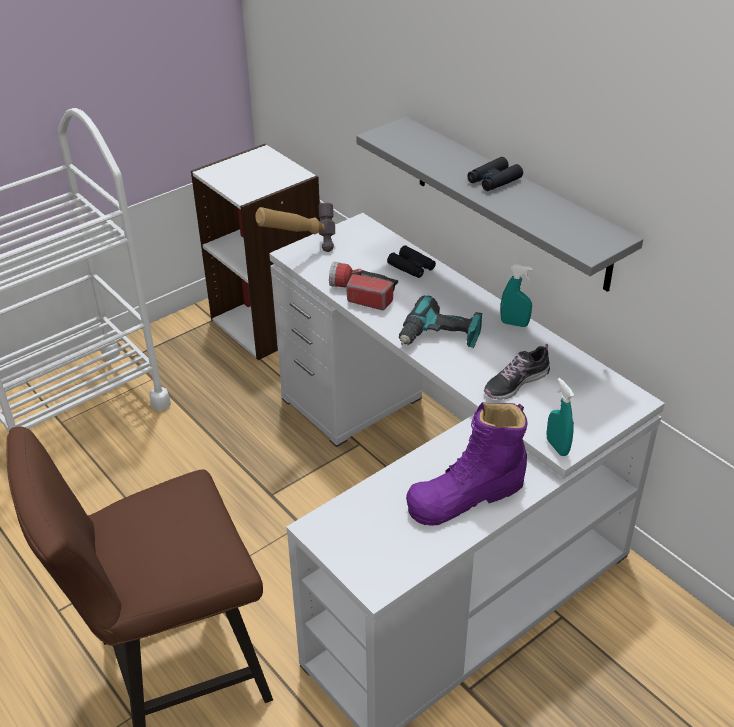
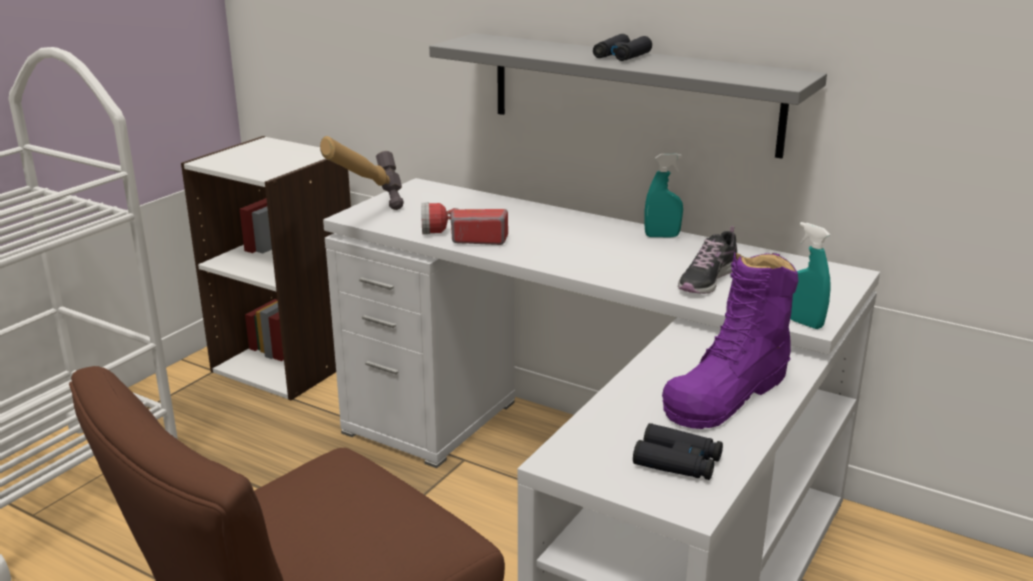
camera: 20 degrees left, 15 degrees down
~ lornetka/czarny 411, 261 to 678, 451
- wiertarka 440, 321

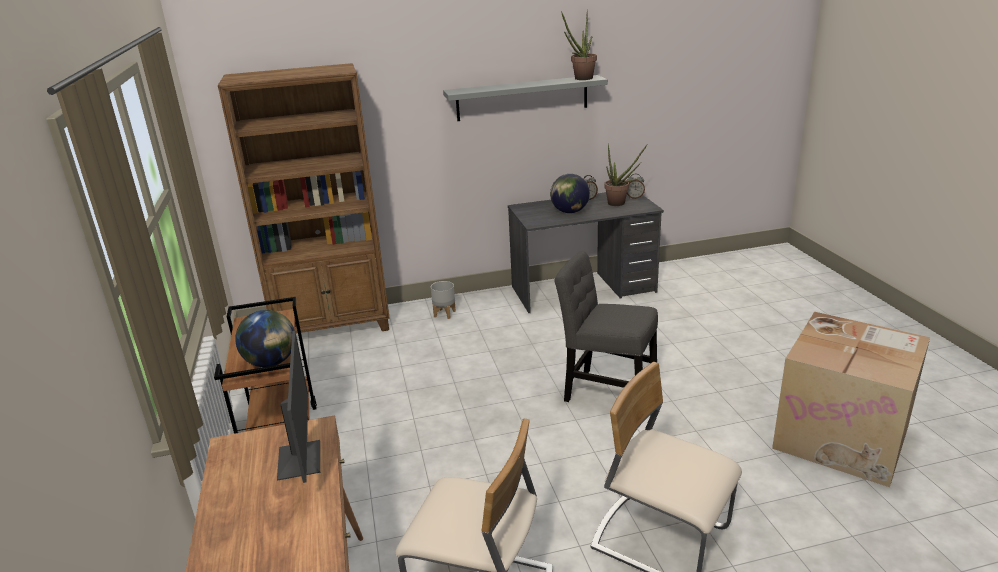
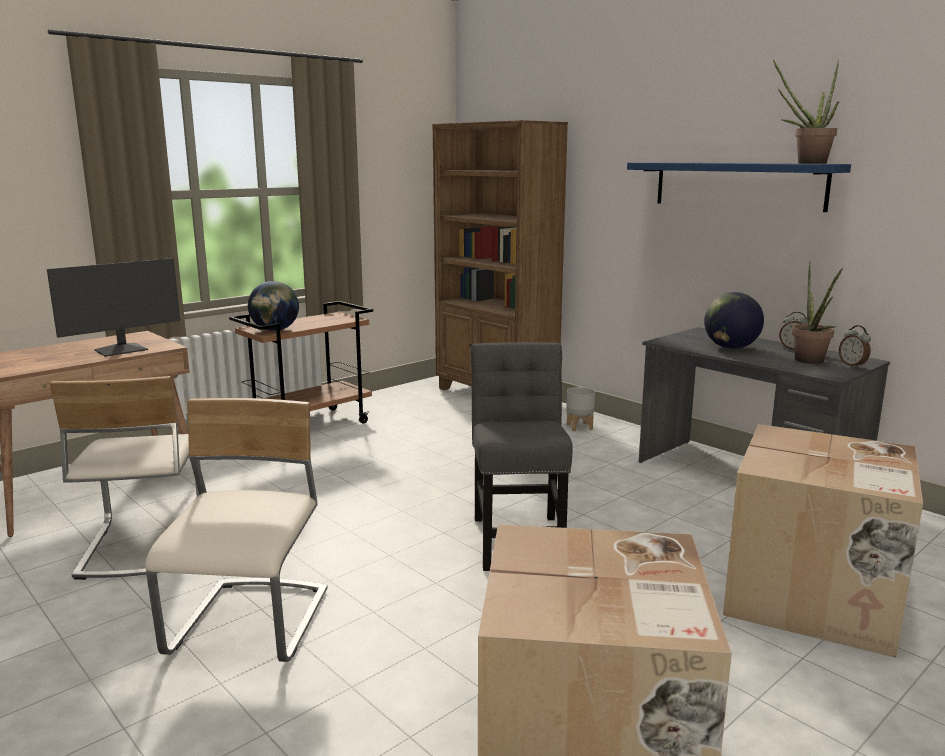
camera: 60 degrees right, 10 degrees down
~ półka/szary 525, 98 to półka/niebieski 739, 187
+ karton 823, 541

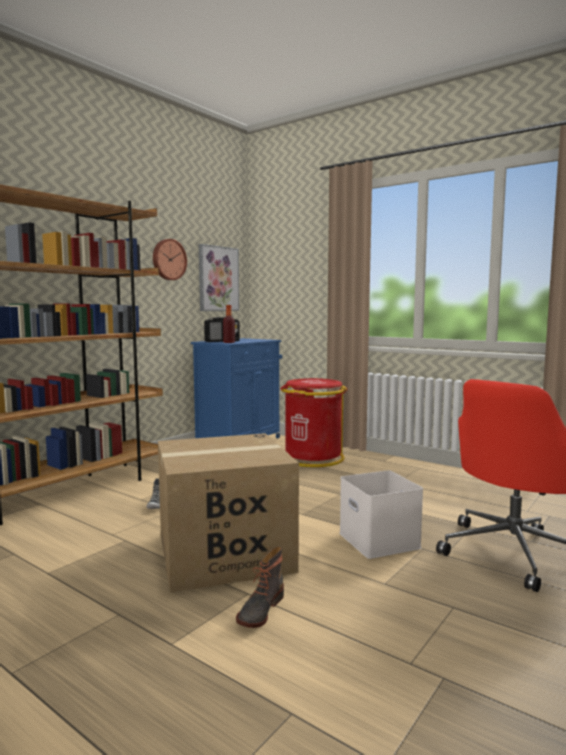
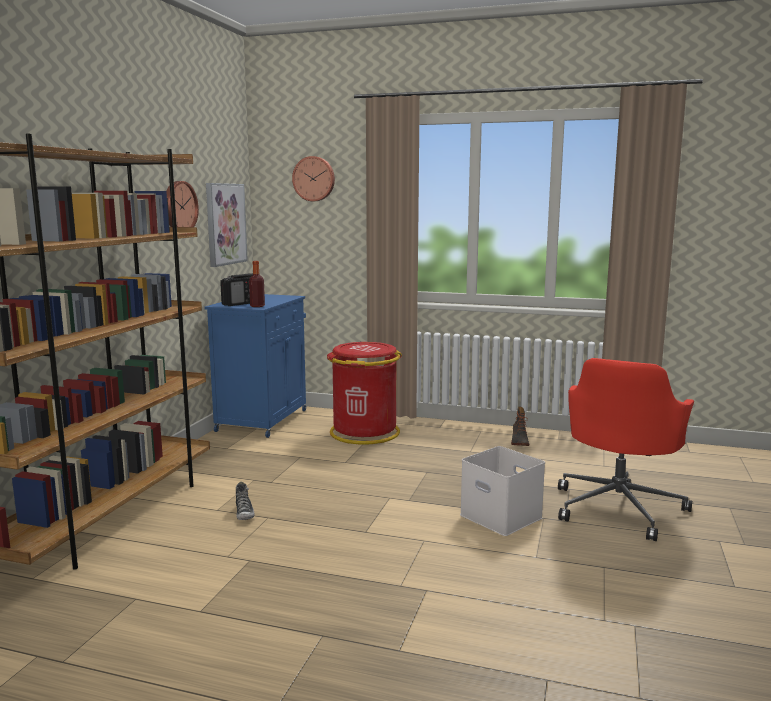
camera: 20 degrees left, 5 degrees up
+ zegar ścienny 313, 178
~ but z cholewką 260, 587 to 520, 426
- karton 228, 512

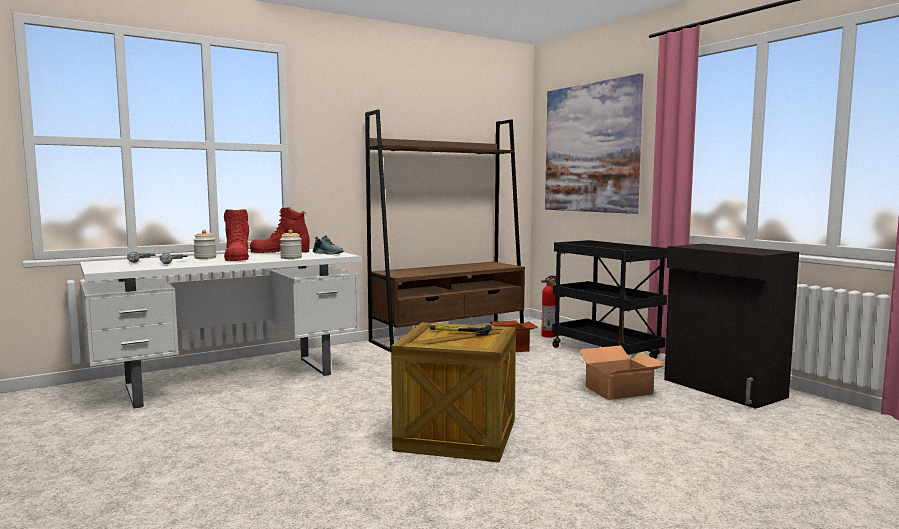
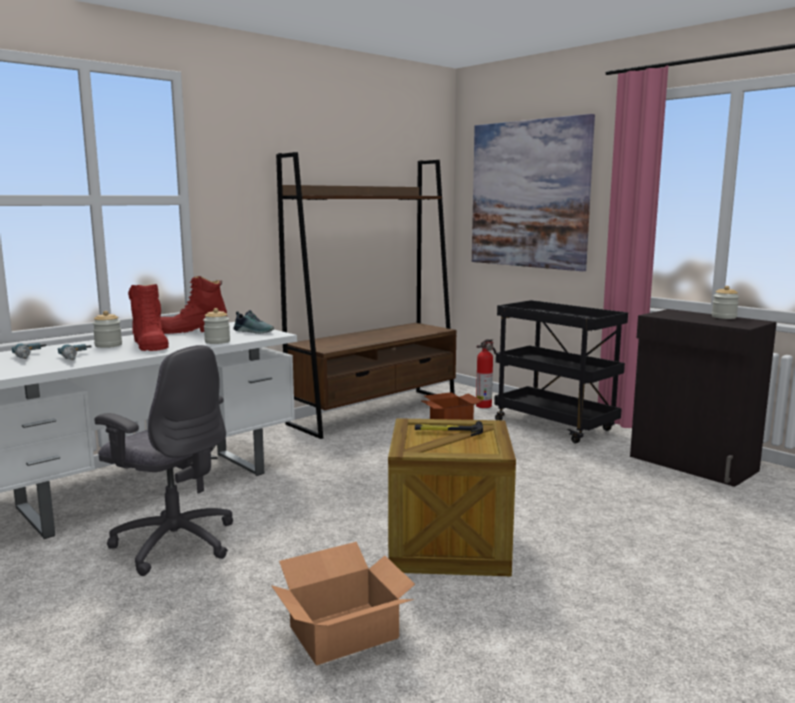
camera: 10 degrees left, 5 degrees up
+ krzesło biurowe/szary 163, 460
~ karton 622, 372 to 343, 603
+ słoik 725, 302

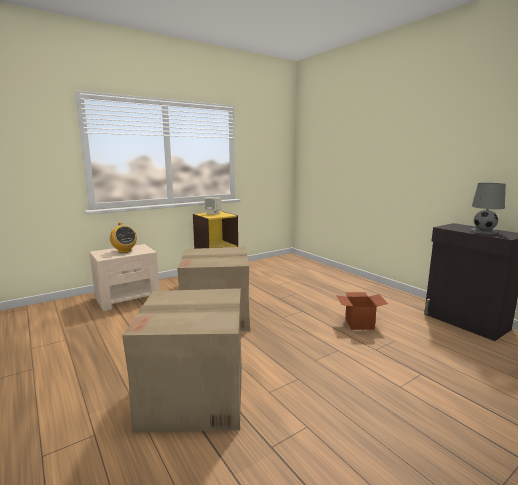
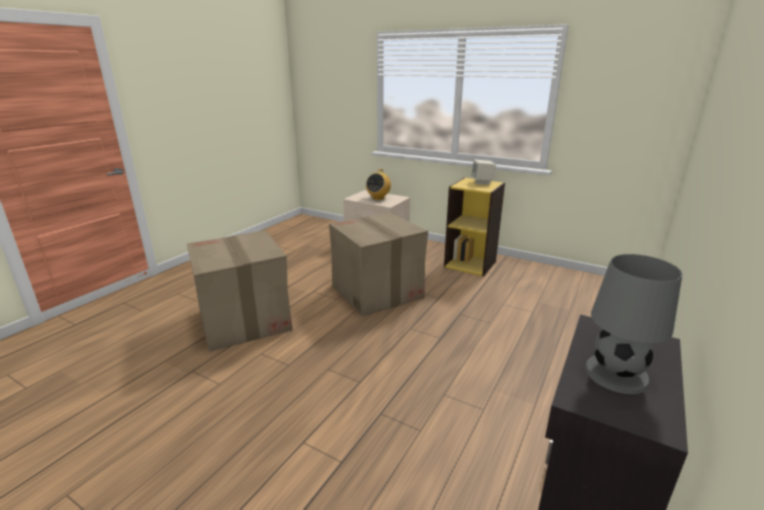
camera: 65 degrees right, 10 degrees up
- karton 362, 311

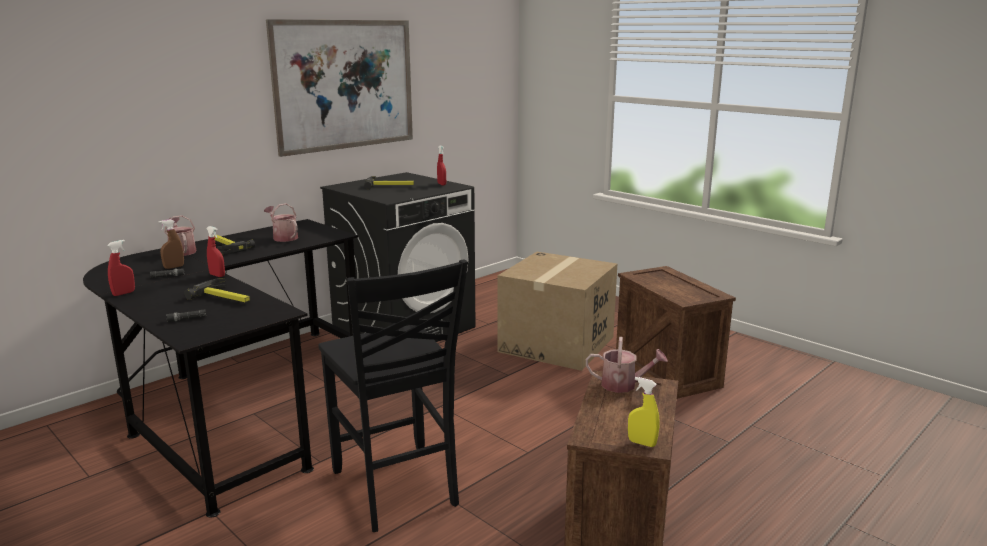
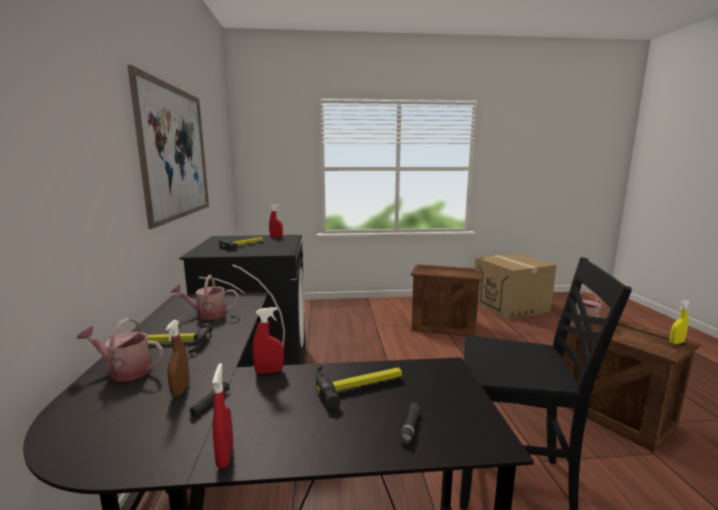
camera: 50 degrees left, 5 degrees down
~ karton 557, 311 to 516, 286

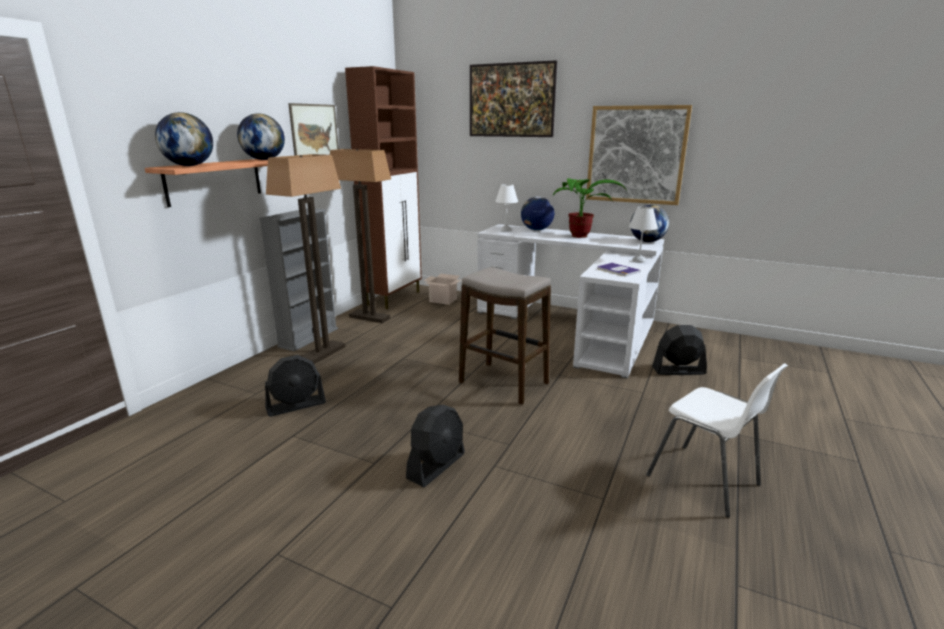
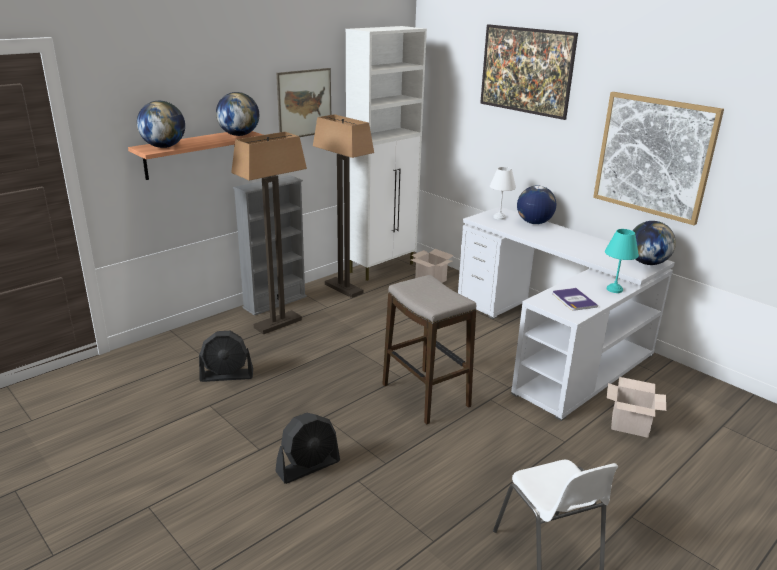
camera: 20 degrees right, 5 degrees up
~ szafka/brązowy 383, 187 to szafka/biały 386, 153
~ lampa stołowa/biały 643, 234 to lampa stołowa/turkusowy 622, 261
~ wentylator/czarny 679, 350 to karton 636, 407
- roślina doniczkowa 589, 208

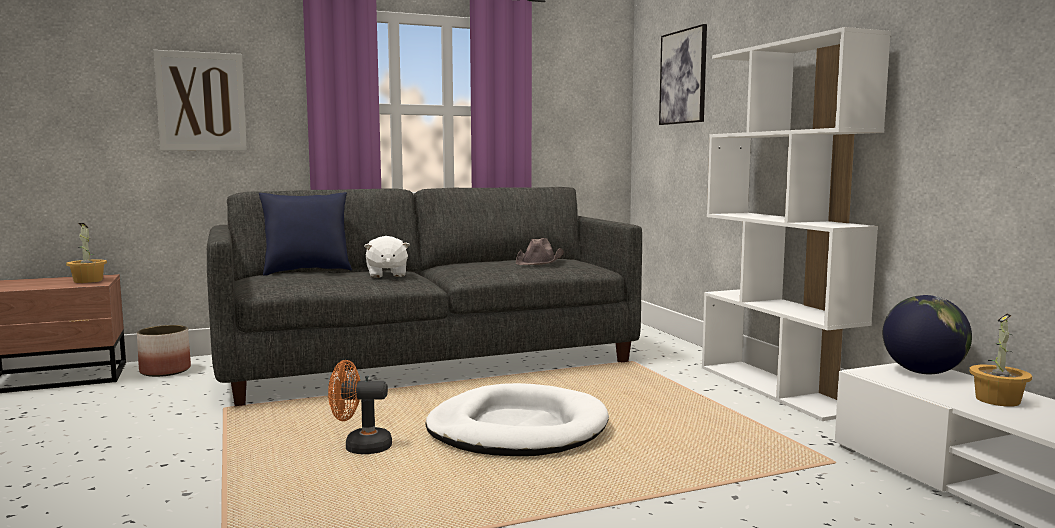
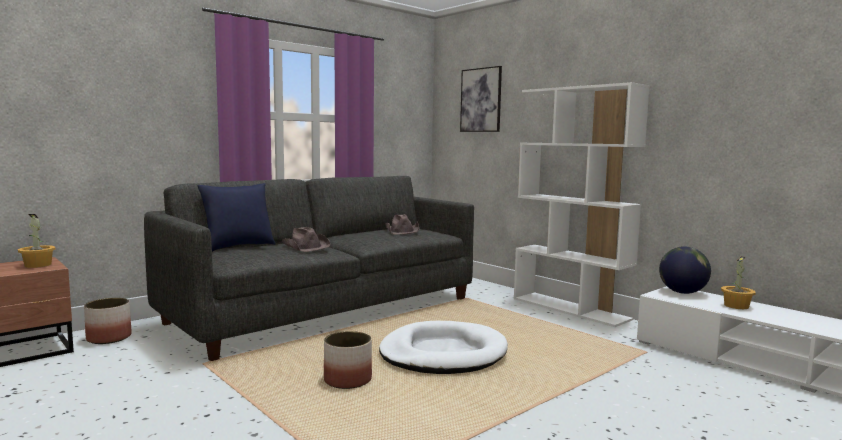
camera: 20 degrees left, 0 degrees up
~ pluszak/biały 387, 257 to kapelusz/brązowy 306, 239
~ wentylator/pomarańczowy 360, 407 to donica 348, 360
- obraz 200, 100

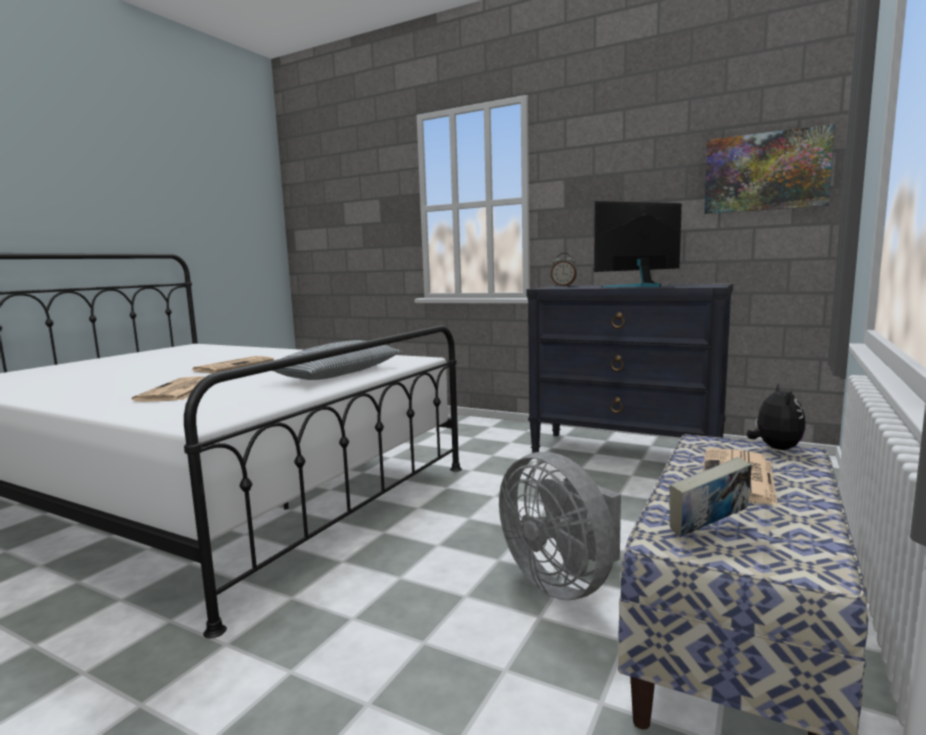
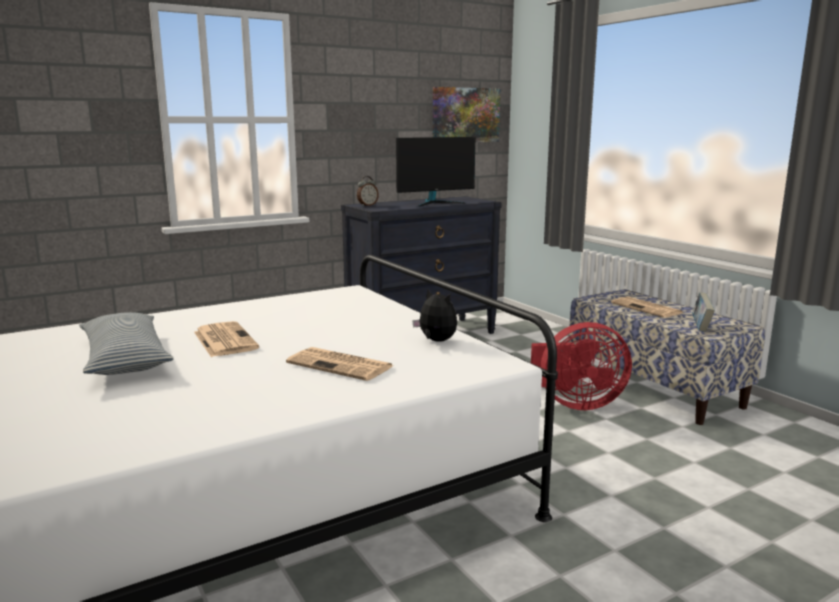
camera: 60 degrees left, 5 degrees up
~ poduszka 337, 360 to 126, 343
~ monitor 638, 244 = 435, 171 120 degrees counterclockwise
~ pluszak 776, 416 to 435, 315
~ wentylator/szary 560, 526 to wentylator/czerwony 581, 366

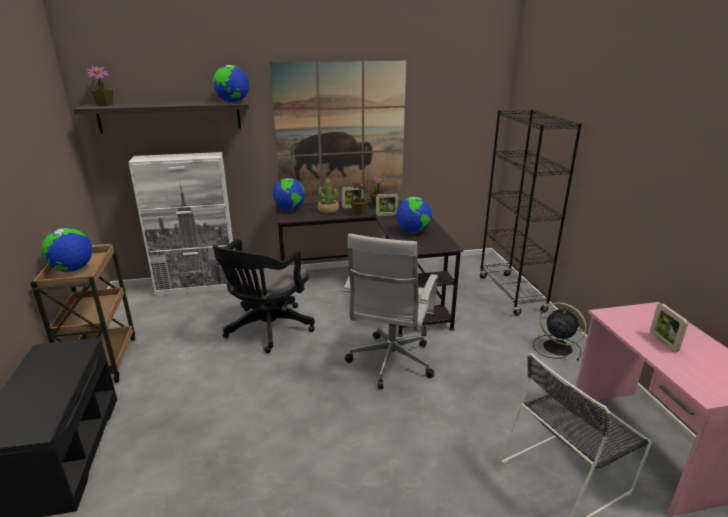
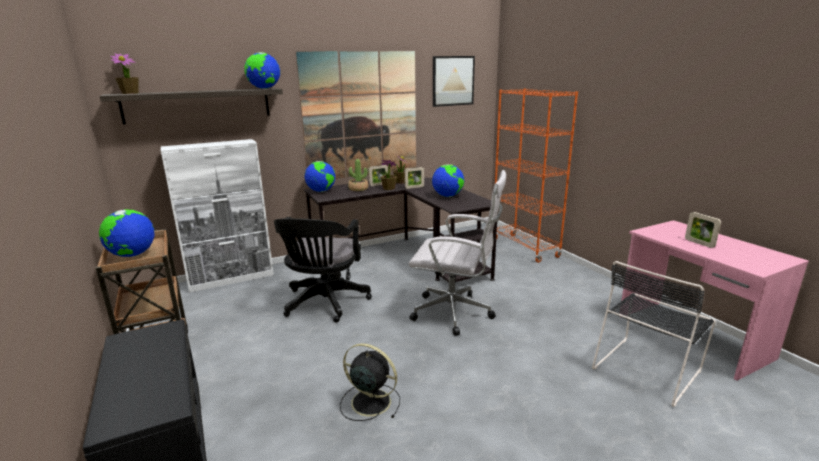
camera: 15 degrees left, 5 degrees down
~ wentylator/czarny 559, 331 to 370, 382
~ krzesło biurowe/biały 390, 311 = 457, 253 75 degrees counterclockwise
+ obraz 454, 81
~ regał/czarny 530, 212 to regał/pomarańczowy 536, 175

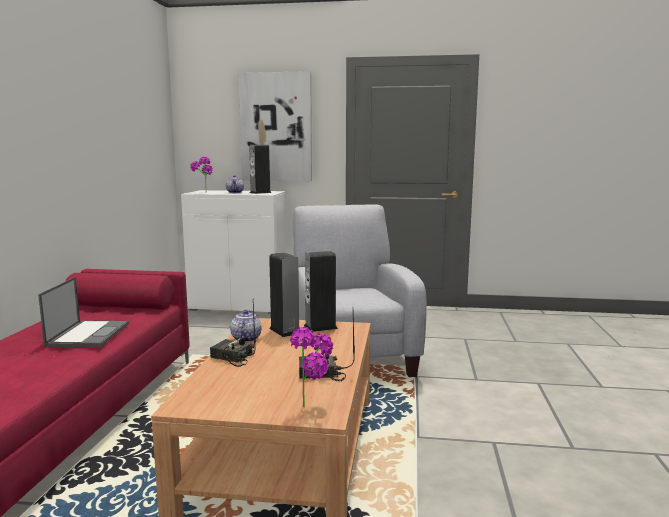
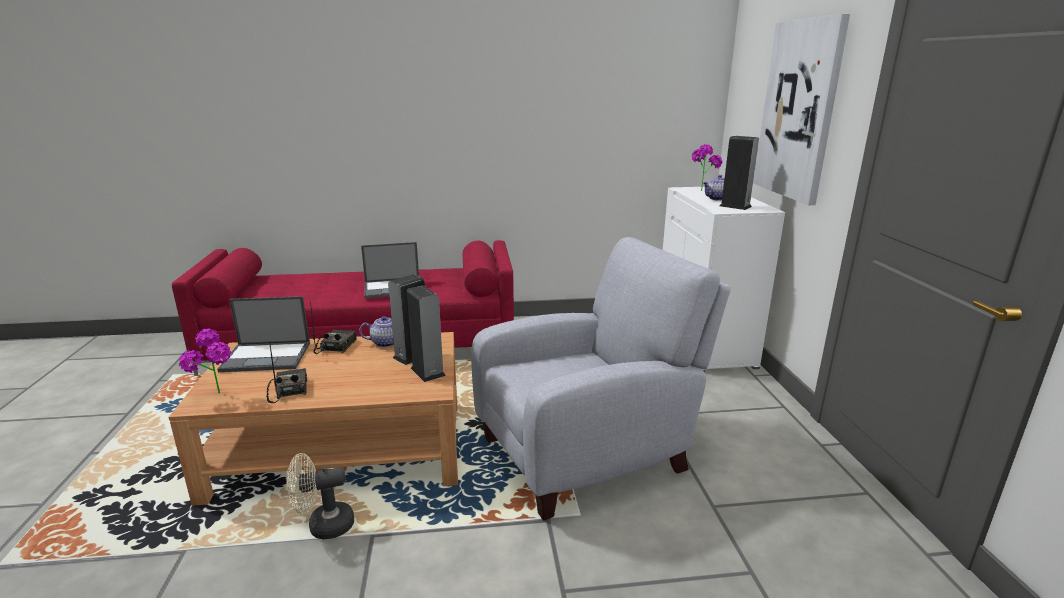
camera: 75 degrees right, 10 degrees up
+ laptop 263, 334
+ wentylator/beżowy 320, 496

